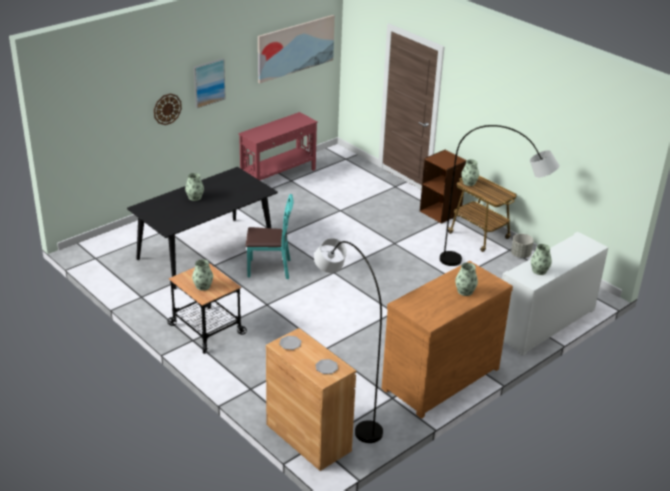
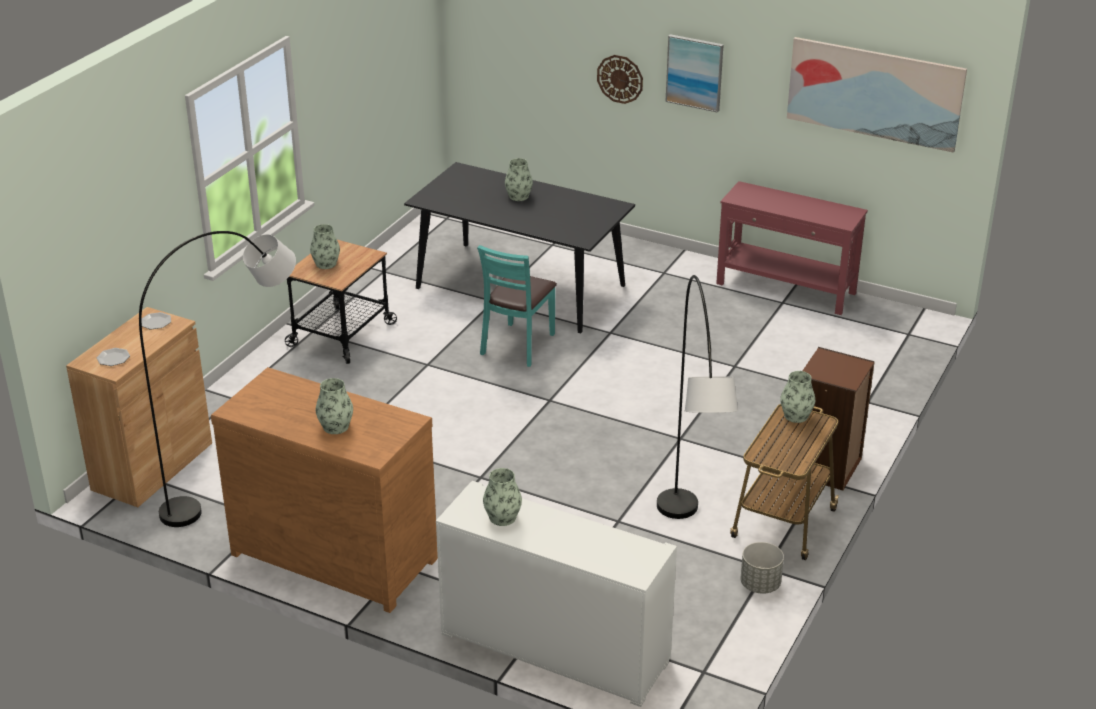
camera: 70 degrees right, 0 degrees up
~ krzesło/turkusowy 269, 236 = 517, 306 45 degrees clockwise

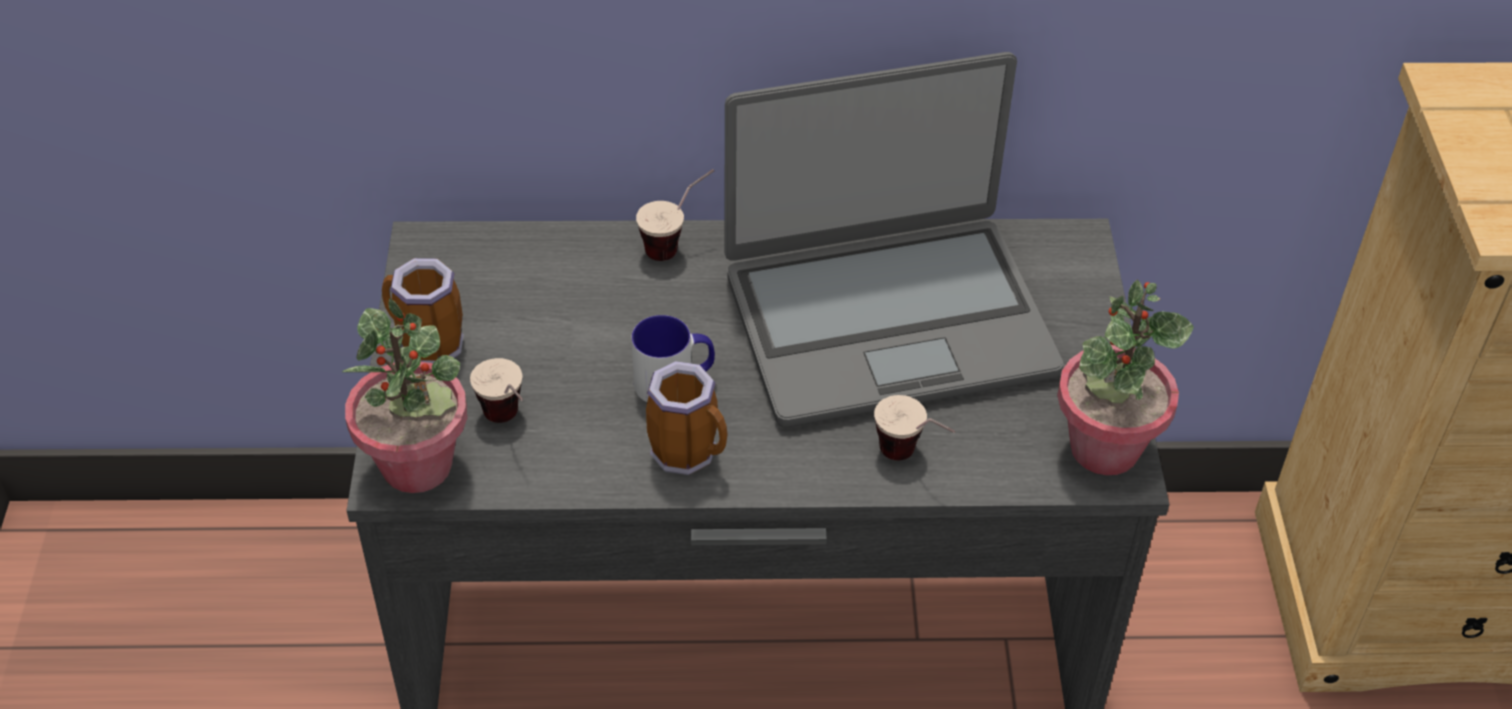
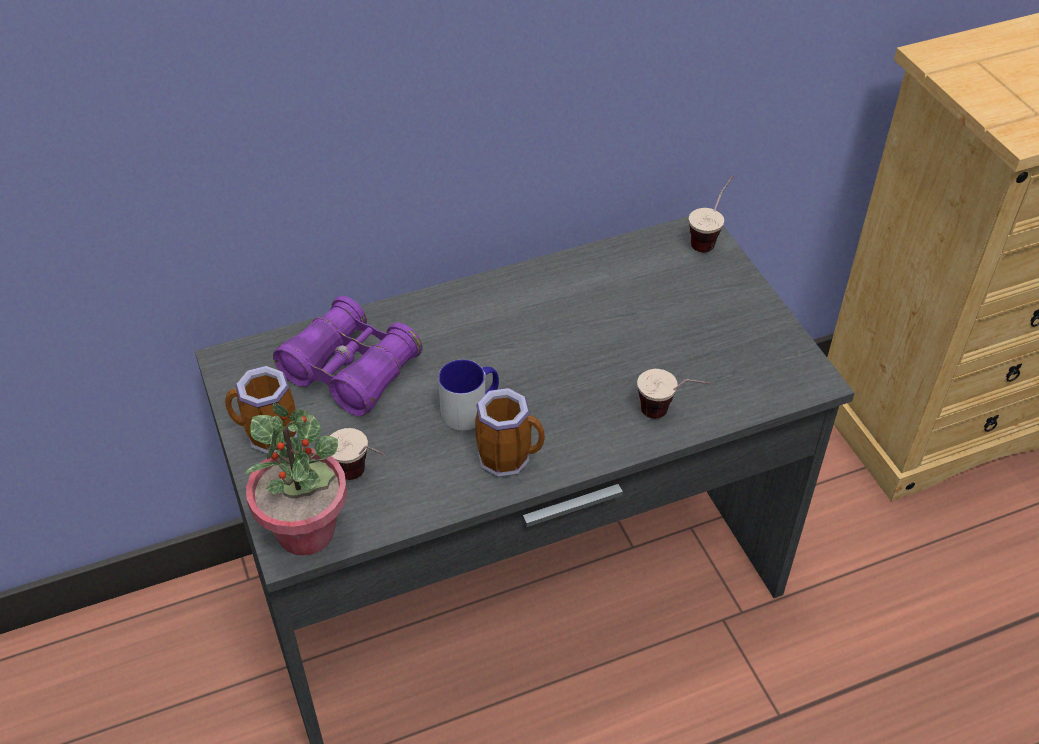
camera: 20 degrees left, 0 degrees up
+ lornetka/fioletowy 348, 356
~ filiżanka 675, 215 to 711, 214
- laptop 894, 240
- roślina doniczkowa 1125, 377

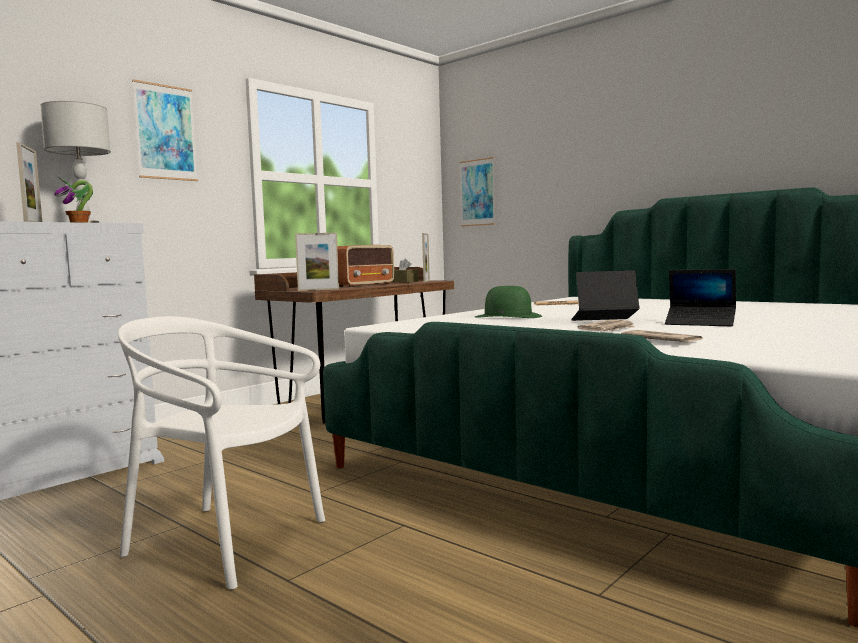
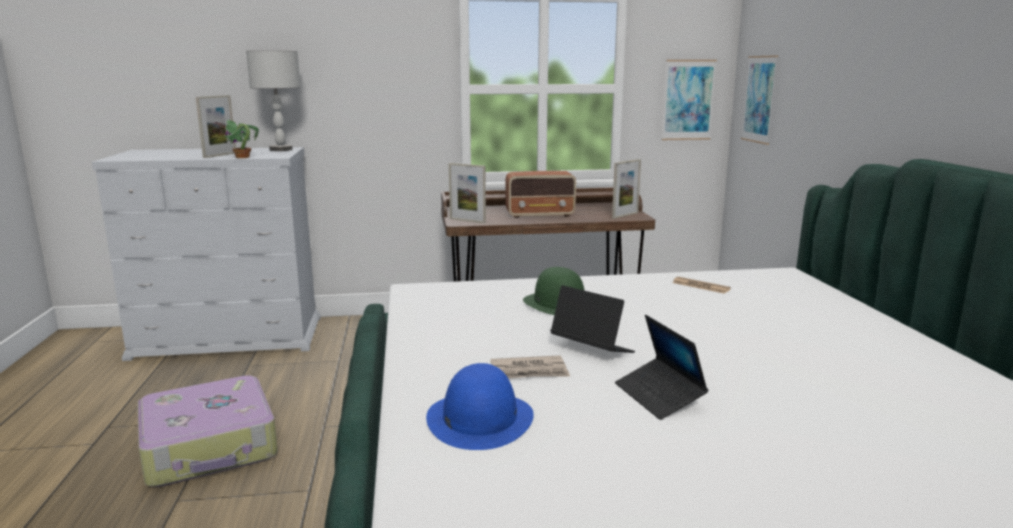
camera: 40 degrees right, 10 degrees up
~ krzesło/biały 221, 453 to walizka 207, 431
~ gazeta 662, 336 to kapelusz/niebieski 480, 406
~ obraz 165, 130 to 689, 100
- pudełko chusteczek/brązowy 405, 270

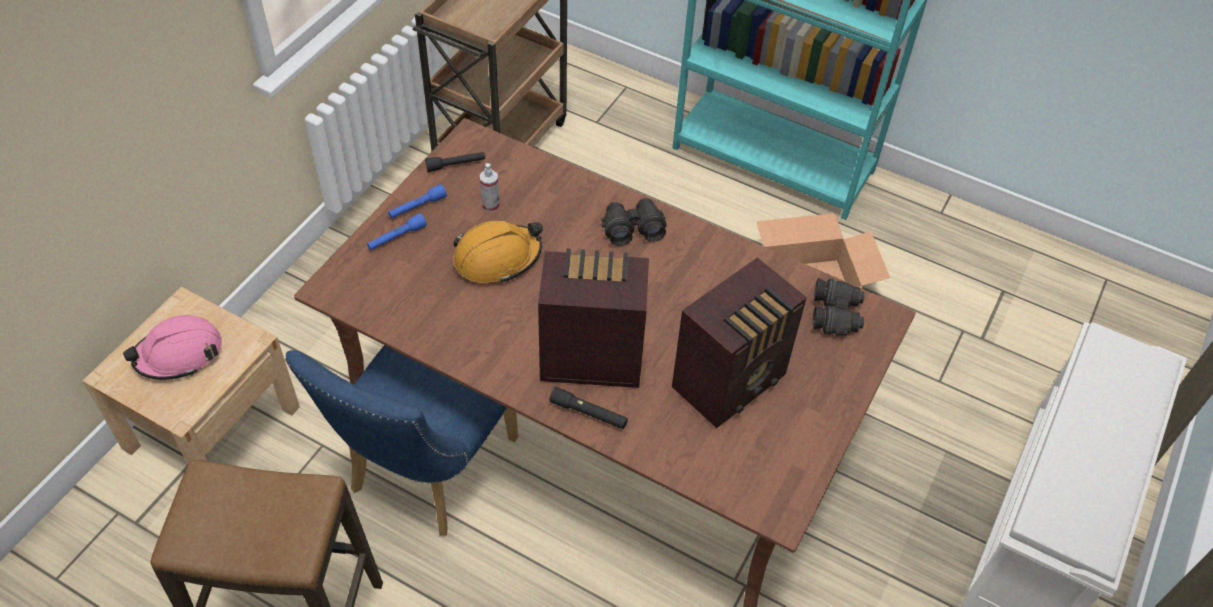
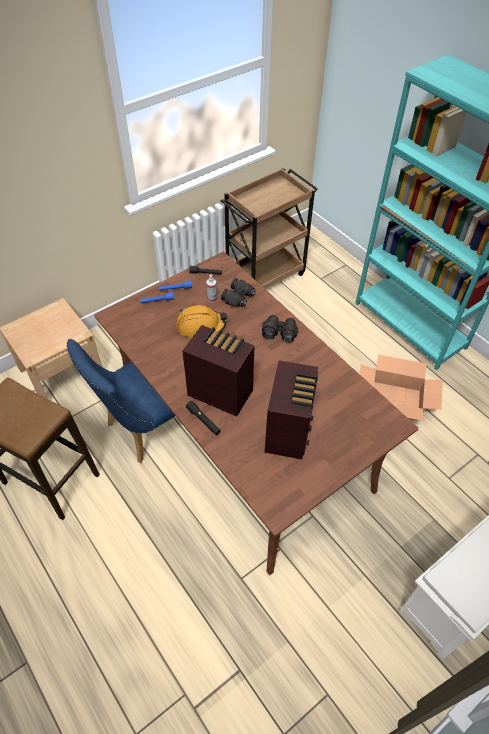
camera: 25 degrees right, 0 degrees up
~ lornetka/czarny 838, 306 to 238, 292
~ radio 739, 342 = 291, 410 60 degrees counterclockwise
- kask/różowy 172, 347

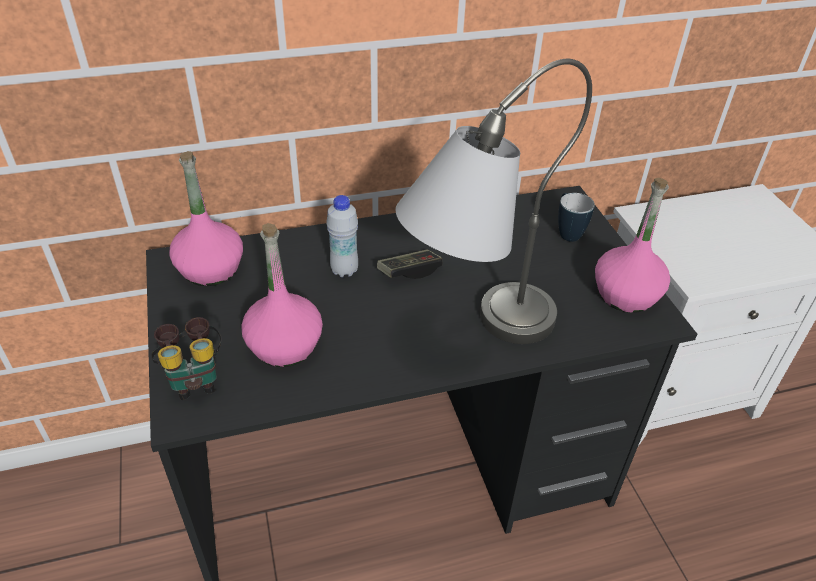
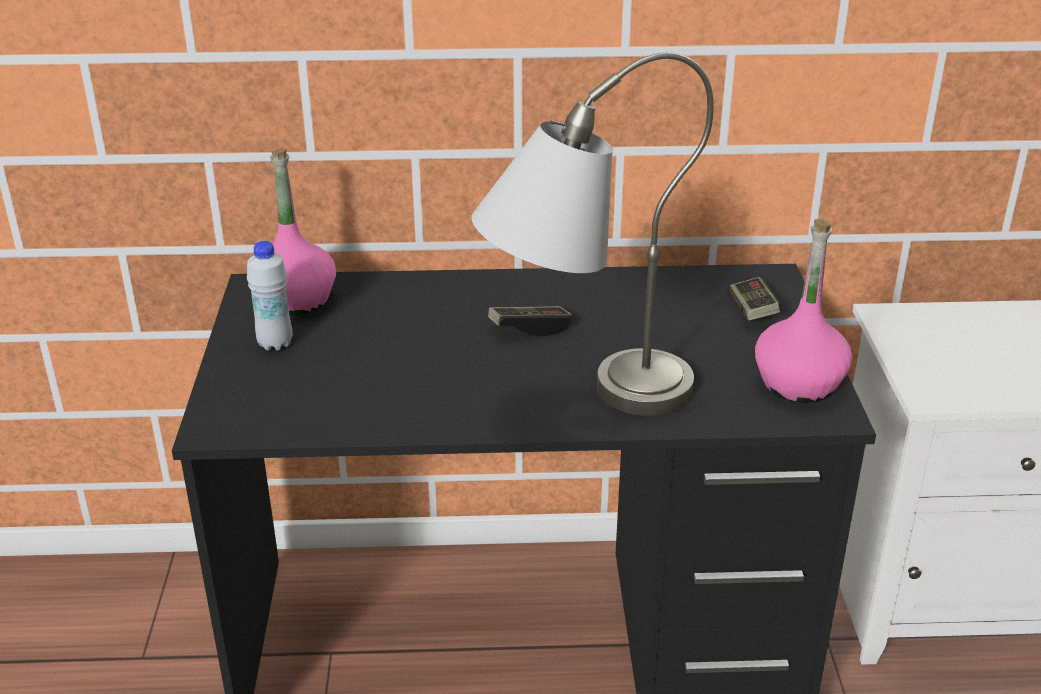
camera: 15 degrees right, 10 degrees down
~ butelka/biały 342, 236 to 270, 296
~ kubek 576, 217 to pad do gier 755, 299
- lornetka 186, 358
- butelka/różowy 282, 295

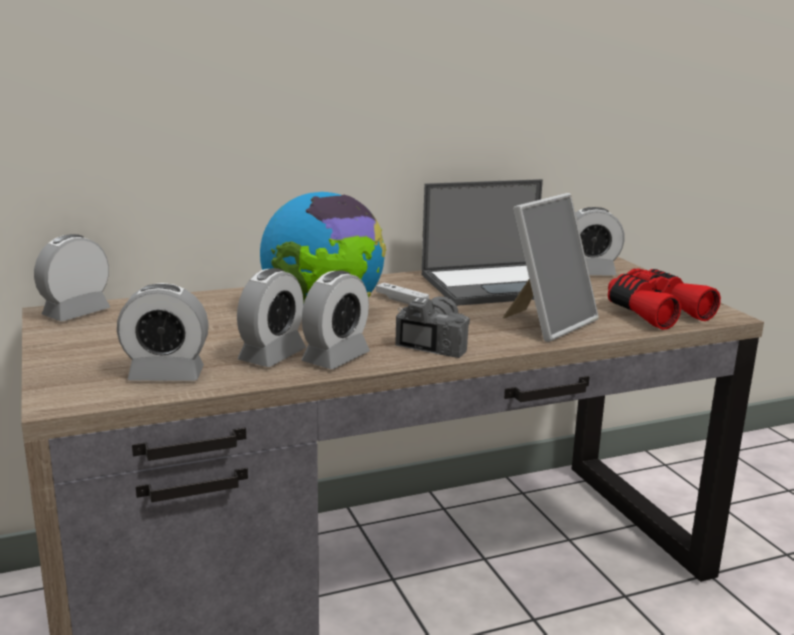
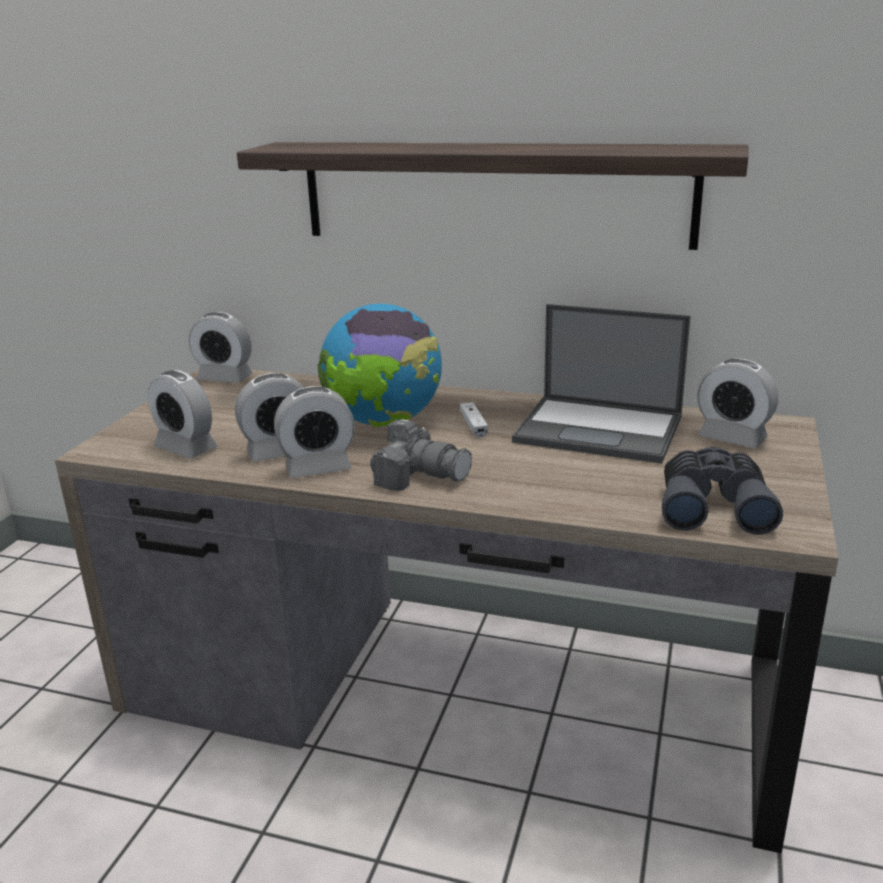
camera: 40 degrees right, 5 degrees up
~ budzik 72, 277 = 220, 347 150 degrees counterclockwise
+ półka 492, 196
~ aparat fotograficzny 432, 327 = 421, 455 60 degrees clockwise
~ lornetka/czerwony 664, 299 to lornetka/szary 722, 491
- ramka na zdjęcie 551, 267

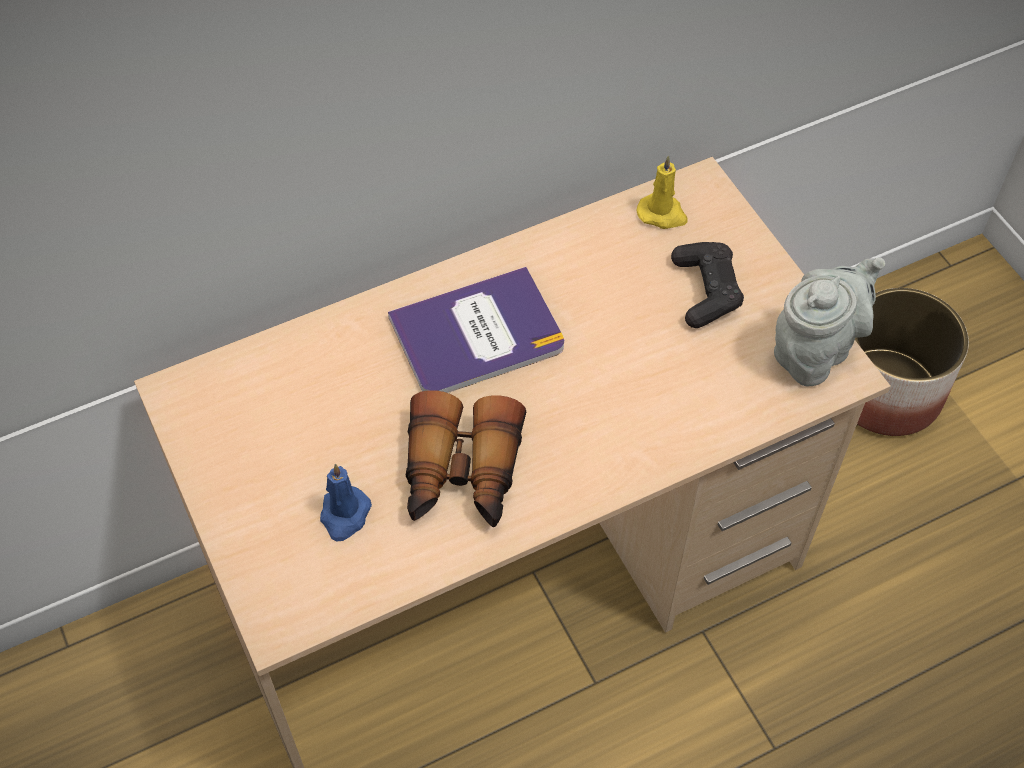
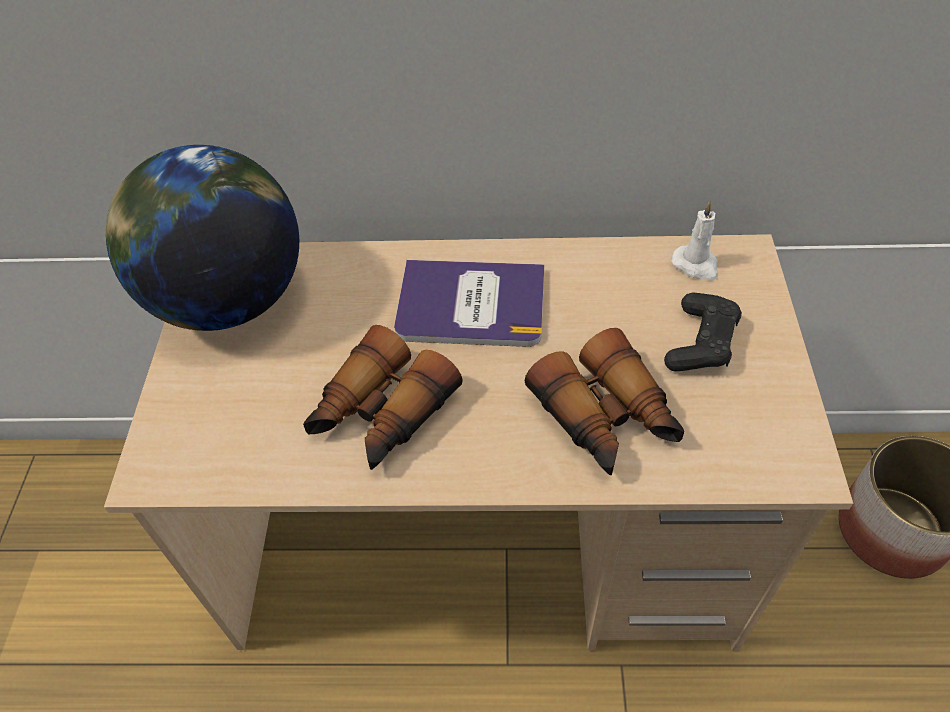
camera: 30 degrees right, 5 degrees down
+ globus 202, 238
+ lornetka 604, 401
~ świeca/żółty 662, 192 to świeca/biały 694, 241
- świeca/niebieski 346, 502
- imbryk/szary 829, 321

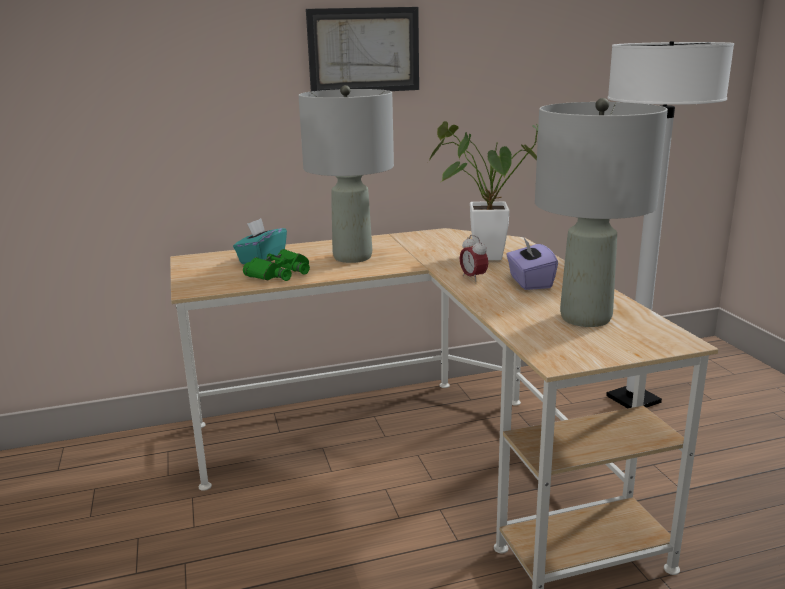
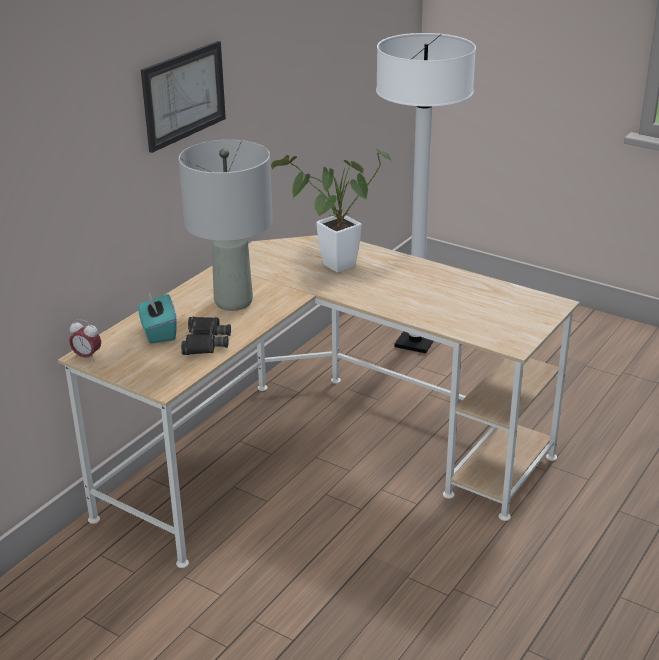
camera: 40 degrees left, 10 degrees up
~ budzik 474, 258 to 85, 340
~ lornetka/zielony 276, 265 to lornetka/czarny 206, 336
- pudełko chusteczek/fioletowy 532, 263
- lampa stołowa/szary 601, 212

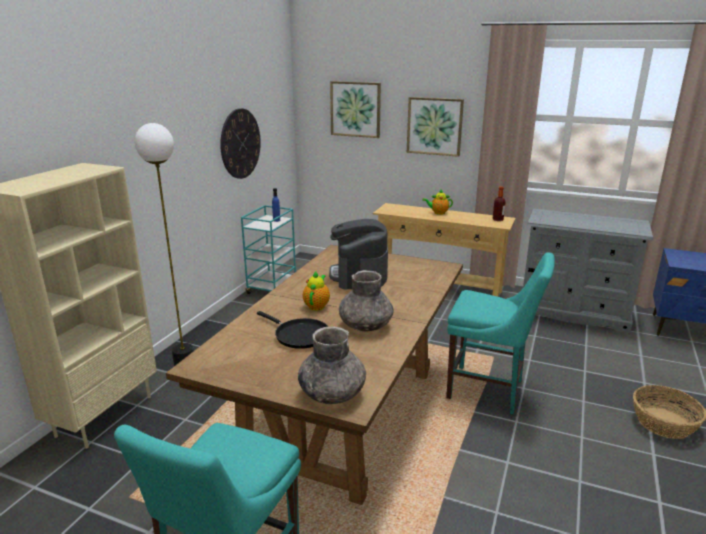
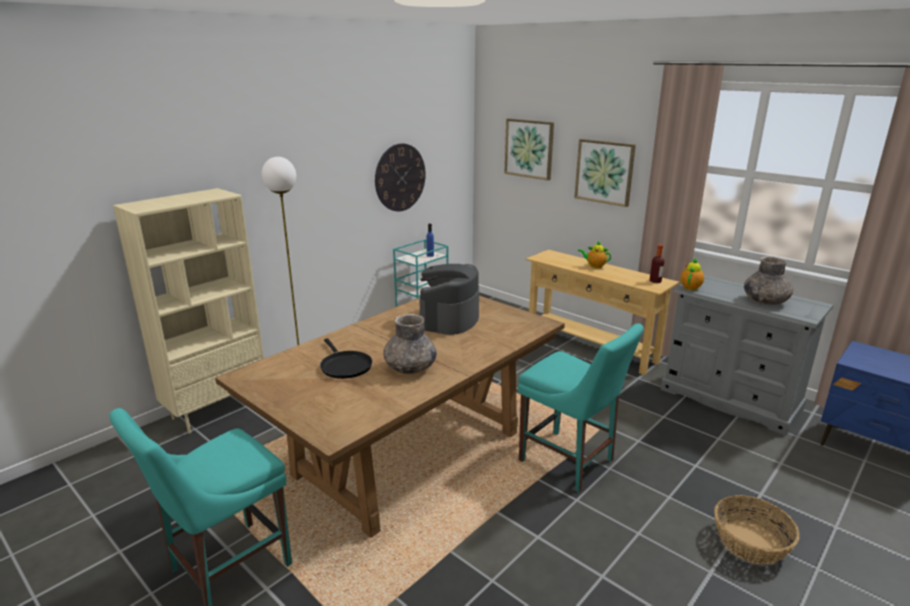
camera: 20 degrees right, 0 degrees up
~ imbryk 316, 291 to 692, 274
~ wazon/szary 332, 365 to 768, 280

